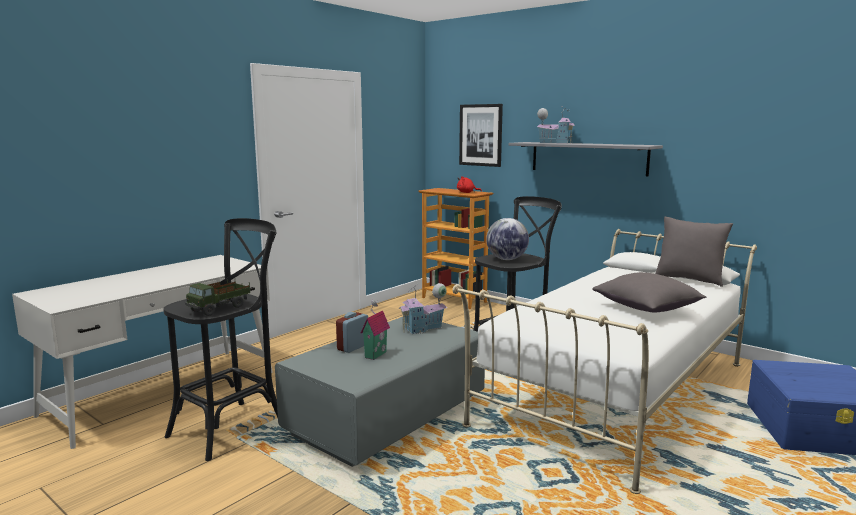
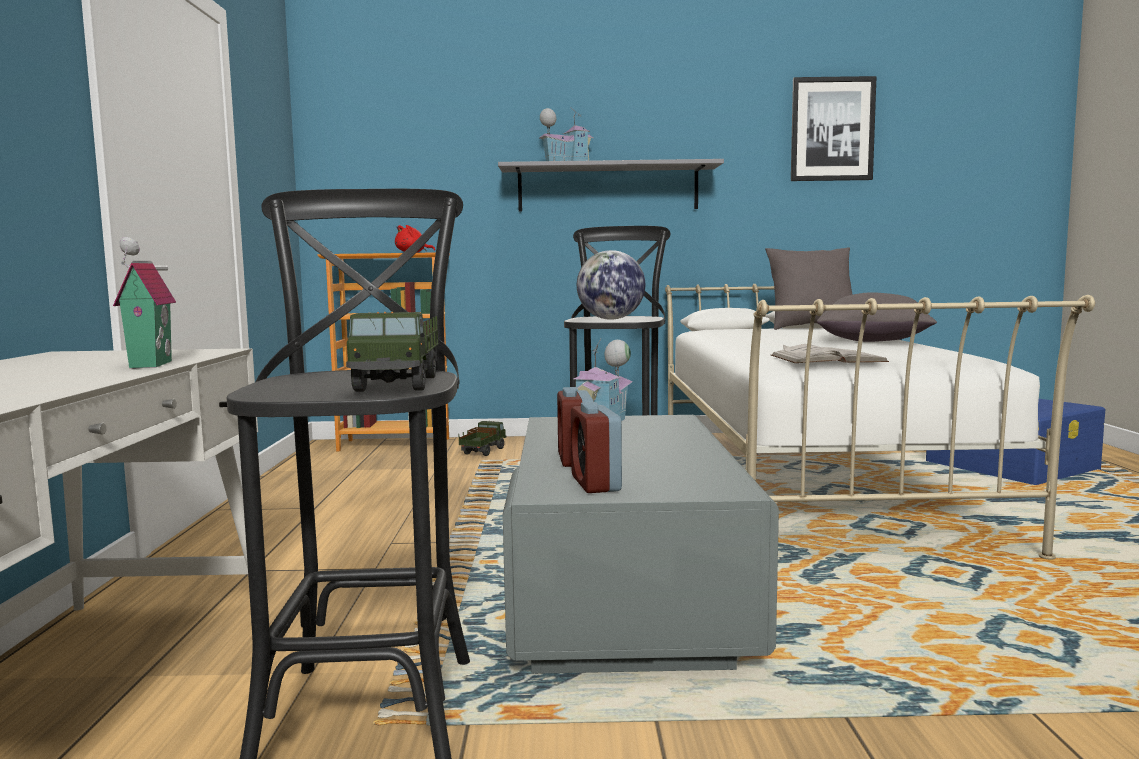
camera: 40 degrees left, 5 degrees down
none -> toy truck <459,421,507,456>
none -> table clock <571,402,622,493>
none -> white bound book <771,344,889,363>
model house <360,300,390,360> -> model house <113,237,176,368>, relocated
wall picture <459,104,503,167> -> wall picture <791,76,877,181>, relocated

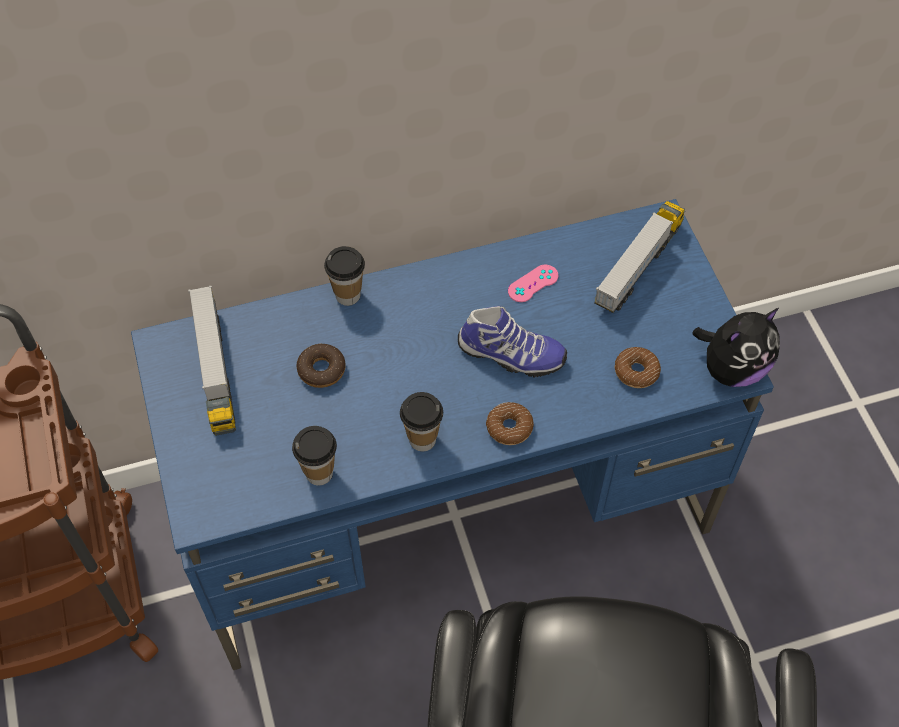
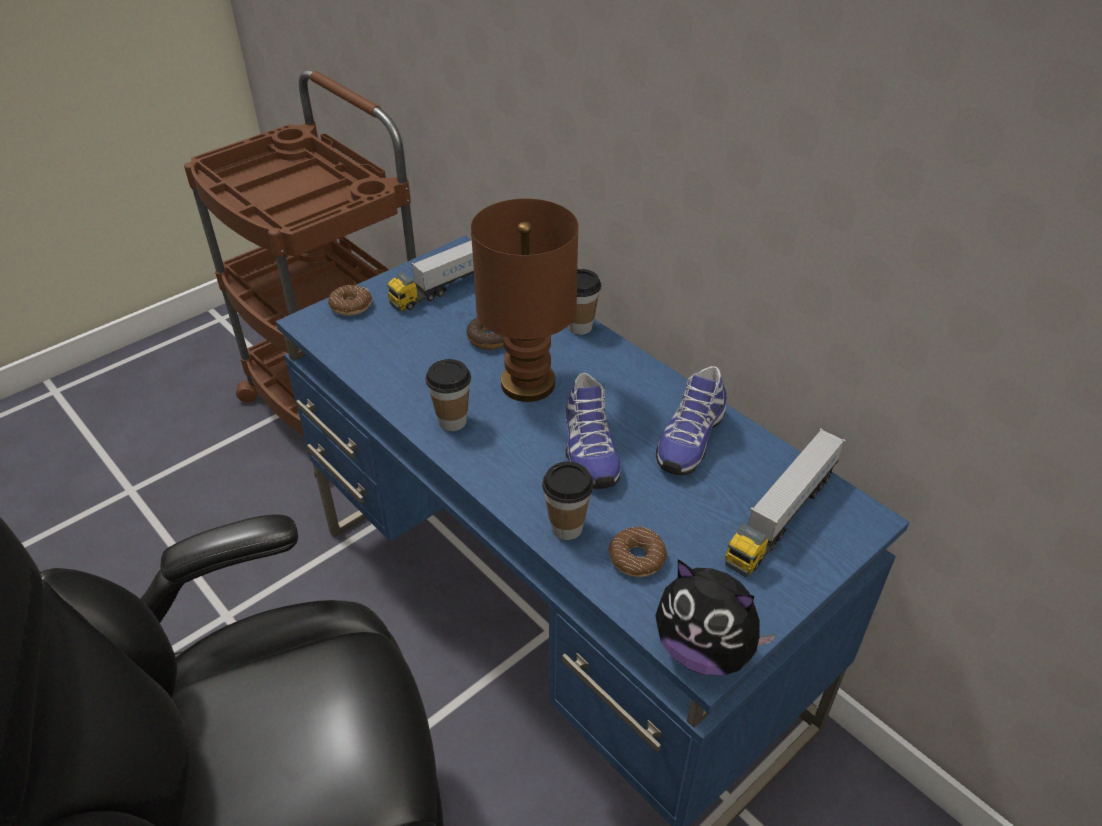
camera: 65 degrees right, 15 degrees down
none -> brownish table lamp <471,199,579,402>
cup <292,426,337,485> -> cup <542,461,594,540>, relocated
doughnut <486,402,534,445> -> doughnut <328,285,372,316>, relocated
pink-coloured game controller <508,265,558,302> -> low shoe <656,366,727,475>
toy truck <594,201,685,313> -> toy truck <725,428,846,577>, 120 degrees clockwise

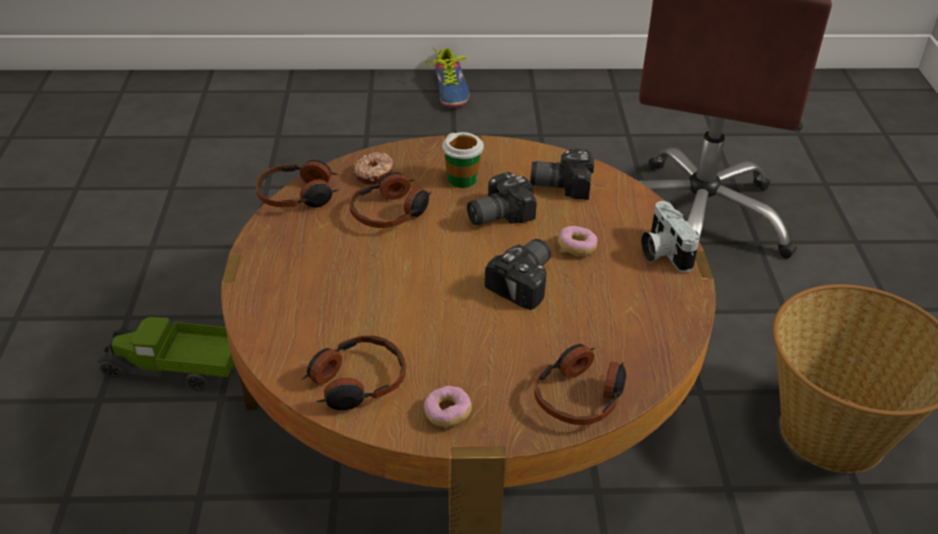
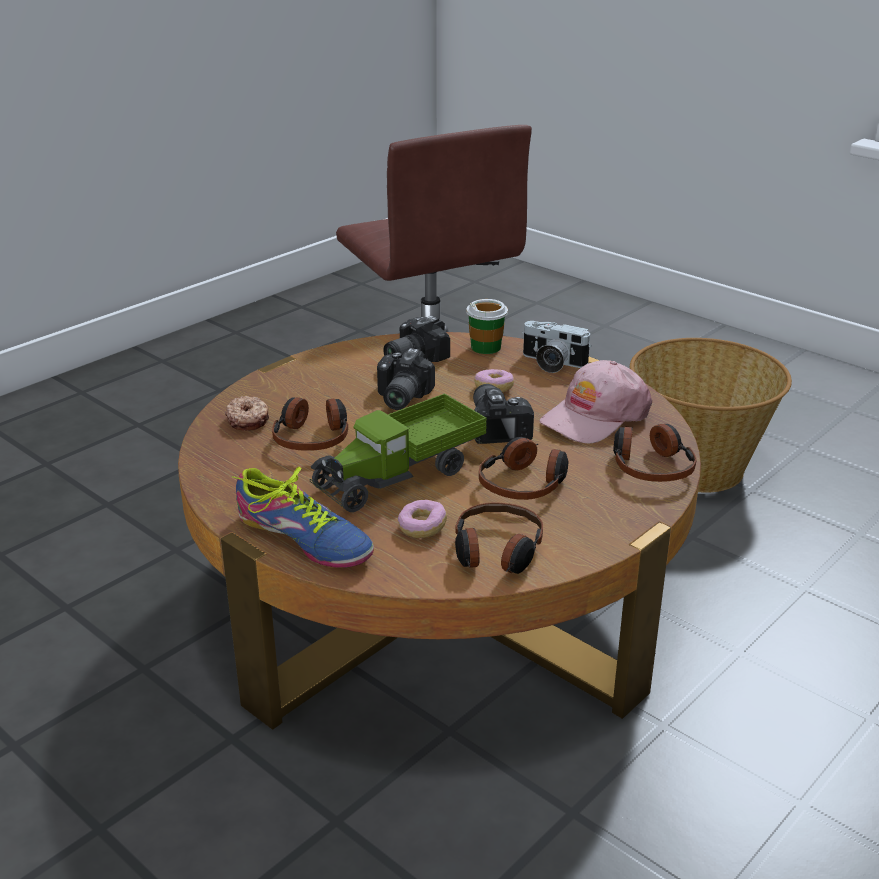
camera: 45 degrees left, 10 degrees down
none -> pink-coloured baseball cap <540,360,652,444>
toy truck <98,317,236,392> -> toy truck <310,393,487,512>, relocated
headset <256,160,339,208> -> headset <479,437,568,500>, relocated
doughnut <424,386,472,427> -> doughnut <398,500,447,538>, relocated
low shoe <425,47,470,108> -> low shoe <232,466,374,568>, relocated
cup <442,132,484,188> -> cup <466,299,508,354>, relocated

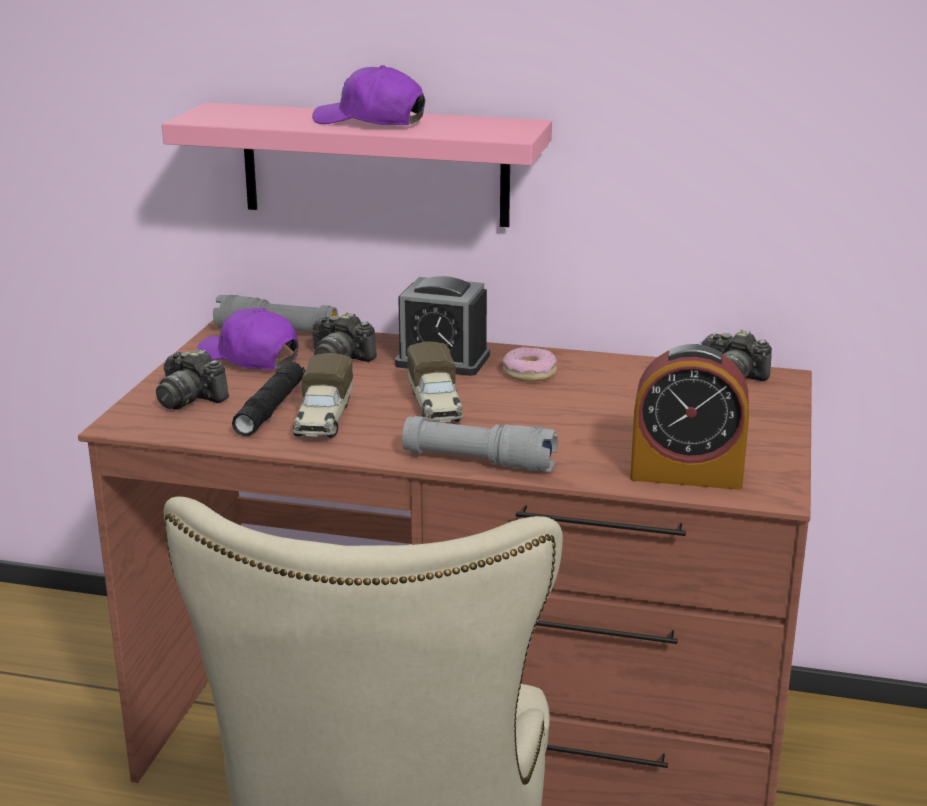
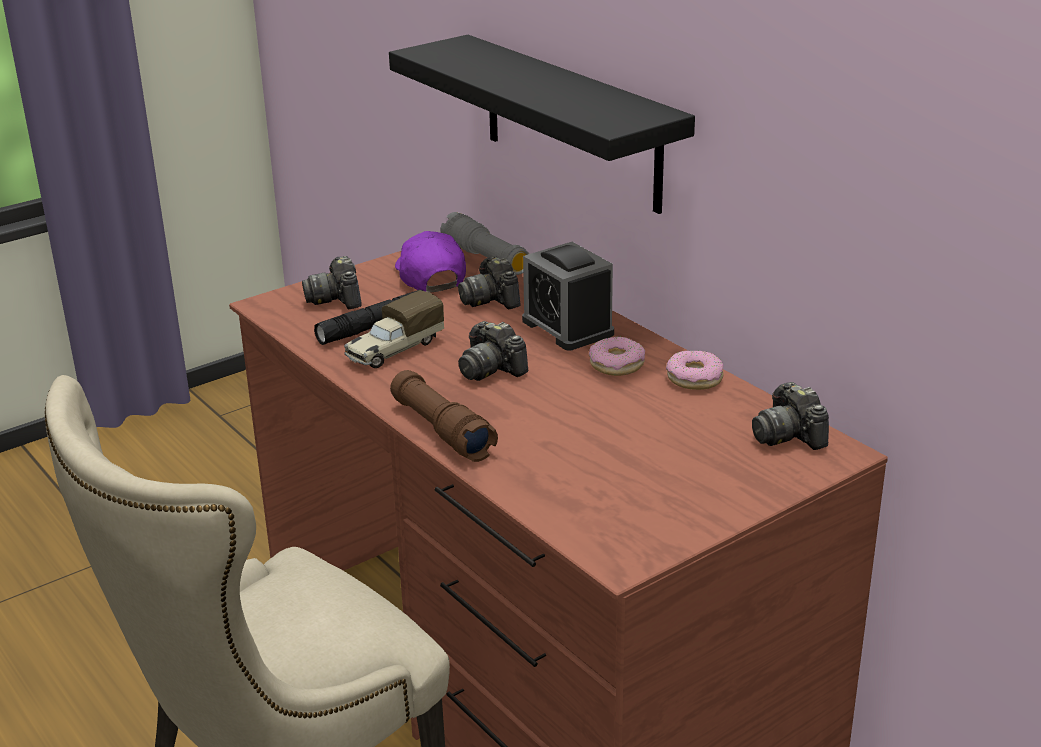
camera: 40 degrees right, 5 degrees up
purple baseball cap <312,65,425,125> -> none
table clock <630,344,749,490> -> none
none -> doughnut <666,350,724,390>
toy truck <407,341,464,422> -> still camera <458,321,528,381>
pink-coloured bracket shelf <162,103,552,227> -> black-coloured bracket shelf <389,35,695,214>
grey torch <402,416,558,472> -> brownish torch <390,370,498,462>

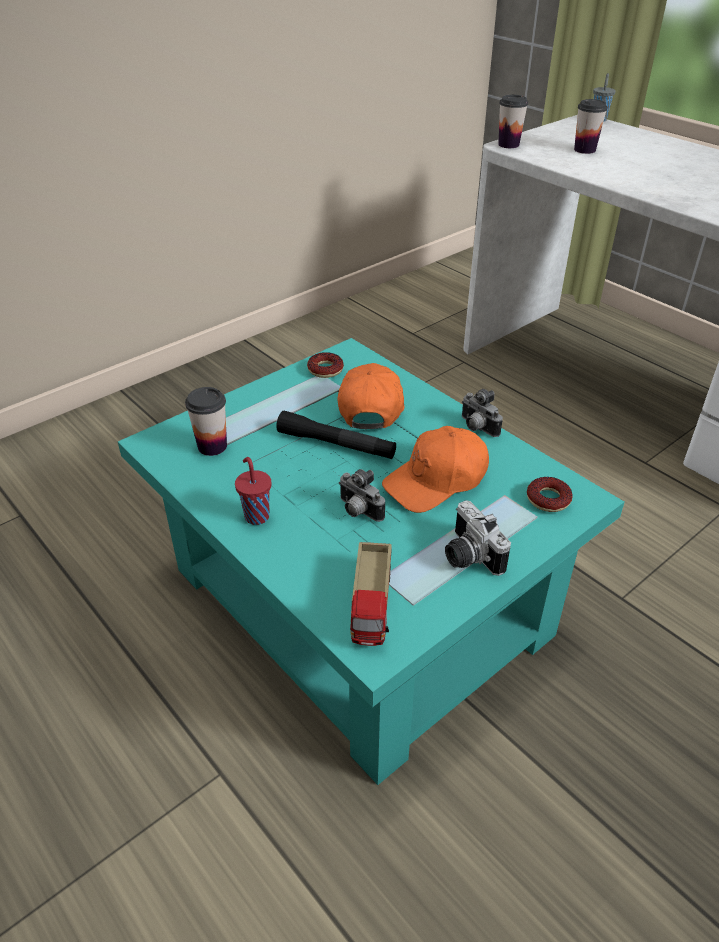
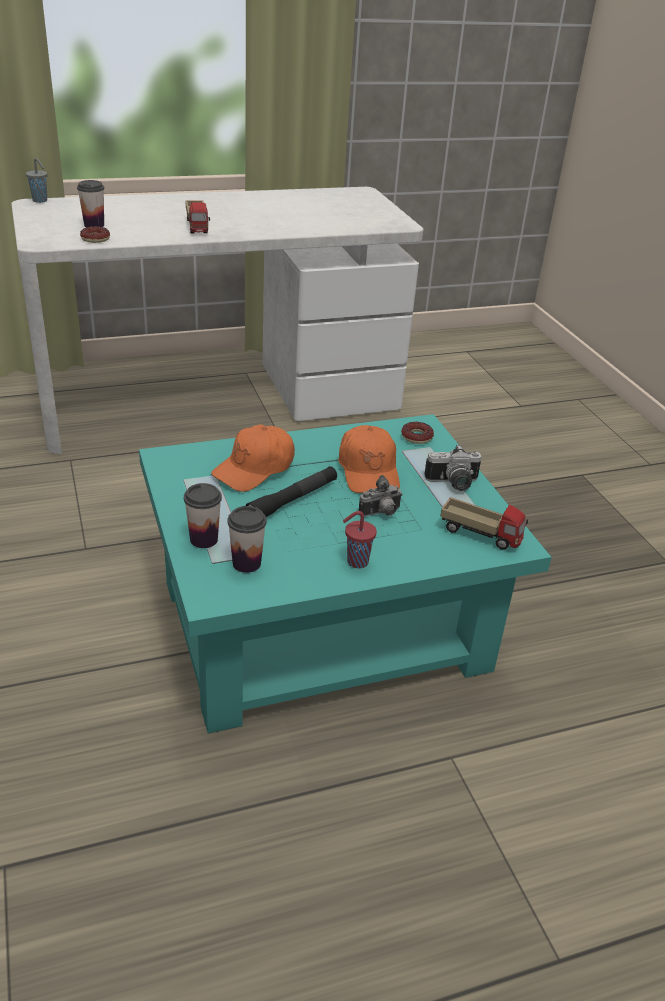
camera: 70 degrees left, 5 degrees down
still camera <462,389,503,437> -> none
none -> toy truck <186,200,210,233>
doughnut <307,352,344,378> -> doughnut <80,226,110,243>, relocated
cup <498,95,528,148> -> cup <184,483,222,548>, relocated
orangey baseball cap <337,363,404,429> -> orangey baseball cap <211,424,295,492>, 75 degrees counterclockwise

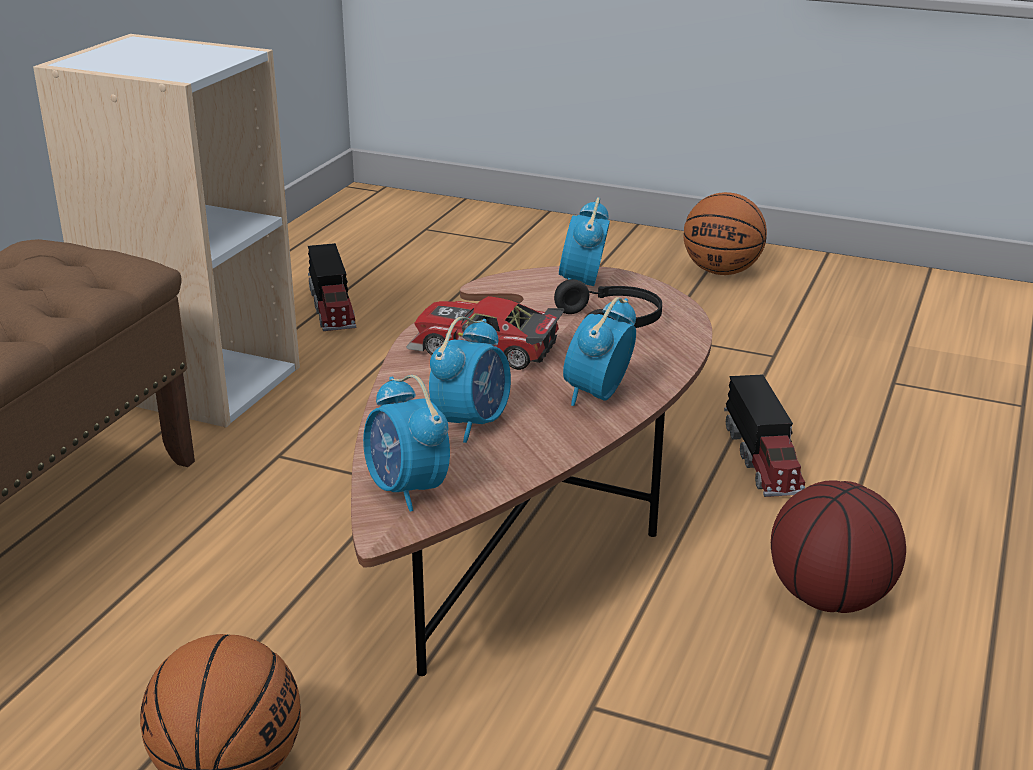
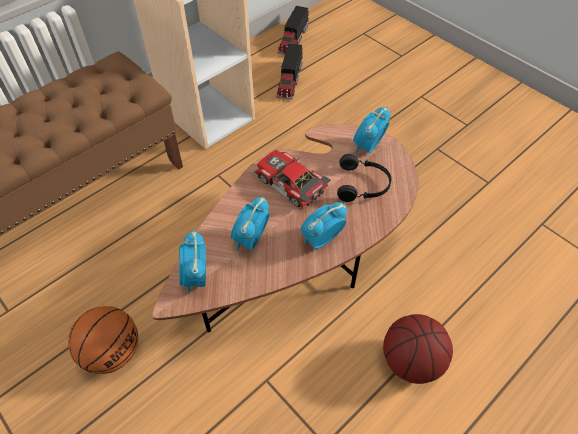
camera: 25 degrees right, 25 degrees up
ball for basketball <684,192,767,275> -> none
toy truck <724,374,805,497> -> toy truck <278,6,309,55>, relocated
table clock <429,317,511,443> -> table clock <231,197,270,250>, 150 degrees clockwise

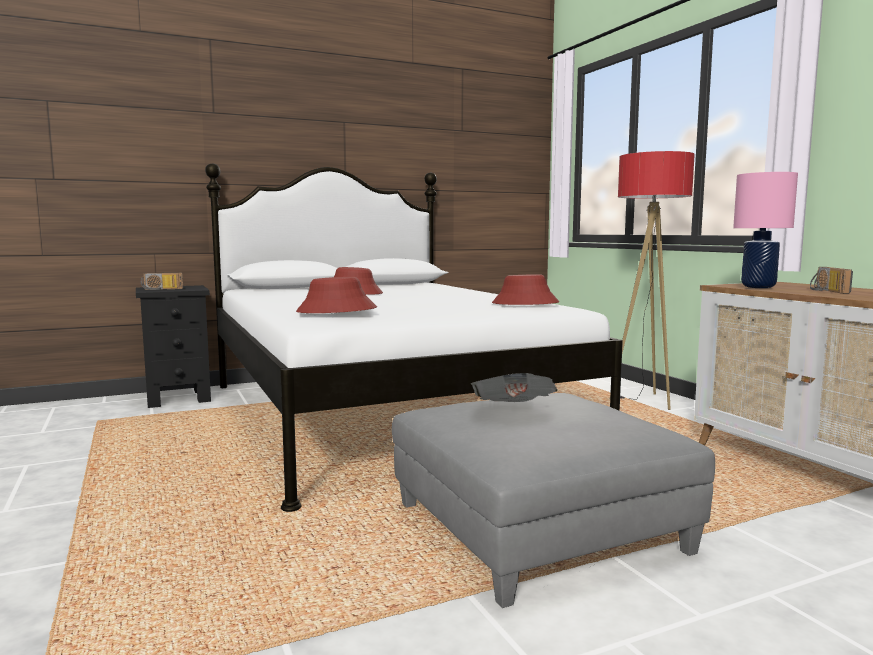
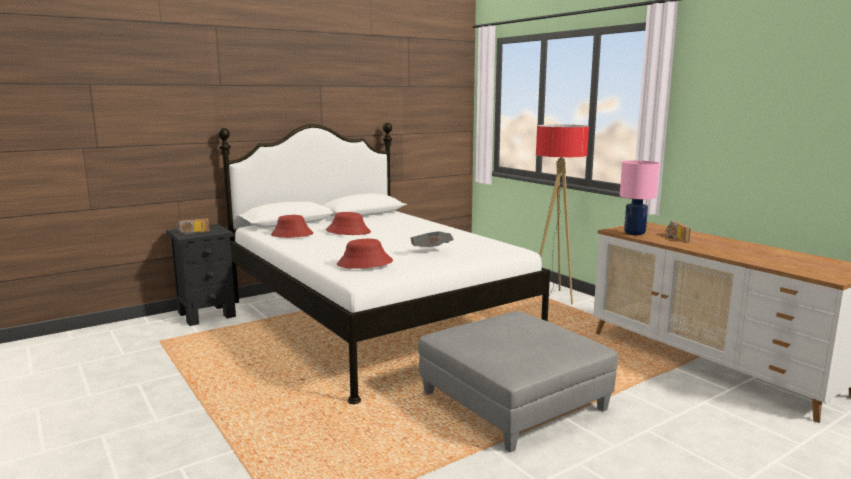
camera: 10 degrees left, 5 degrees up
printed paper <471,373,558,402> -> printed paper <410,232,454,247>, relocated
red clothing hat <492,274,559,305> -> red clothing hat <271,215,313,238>, relocated

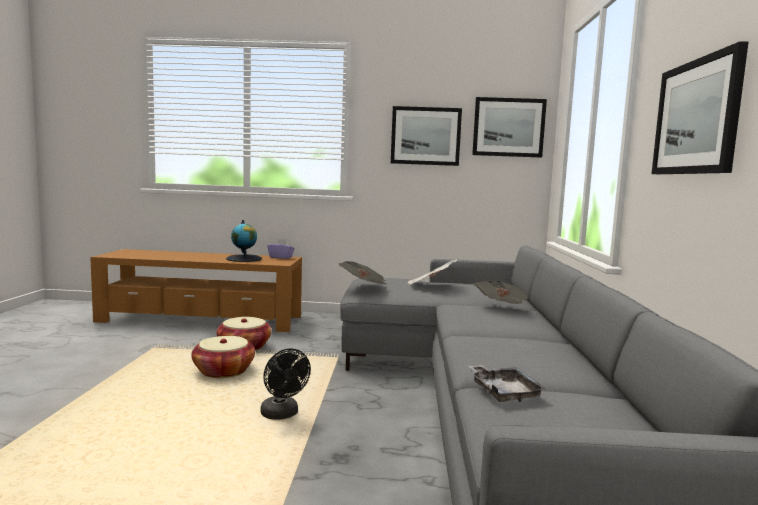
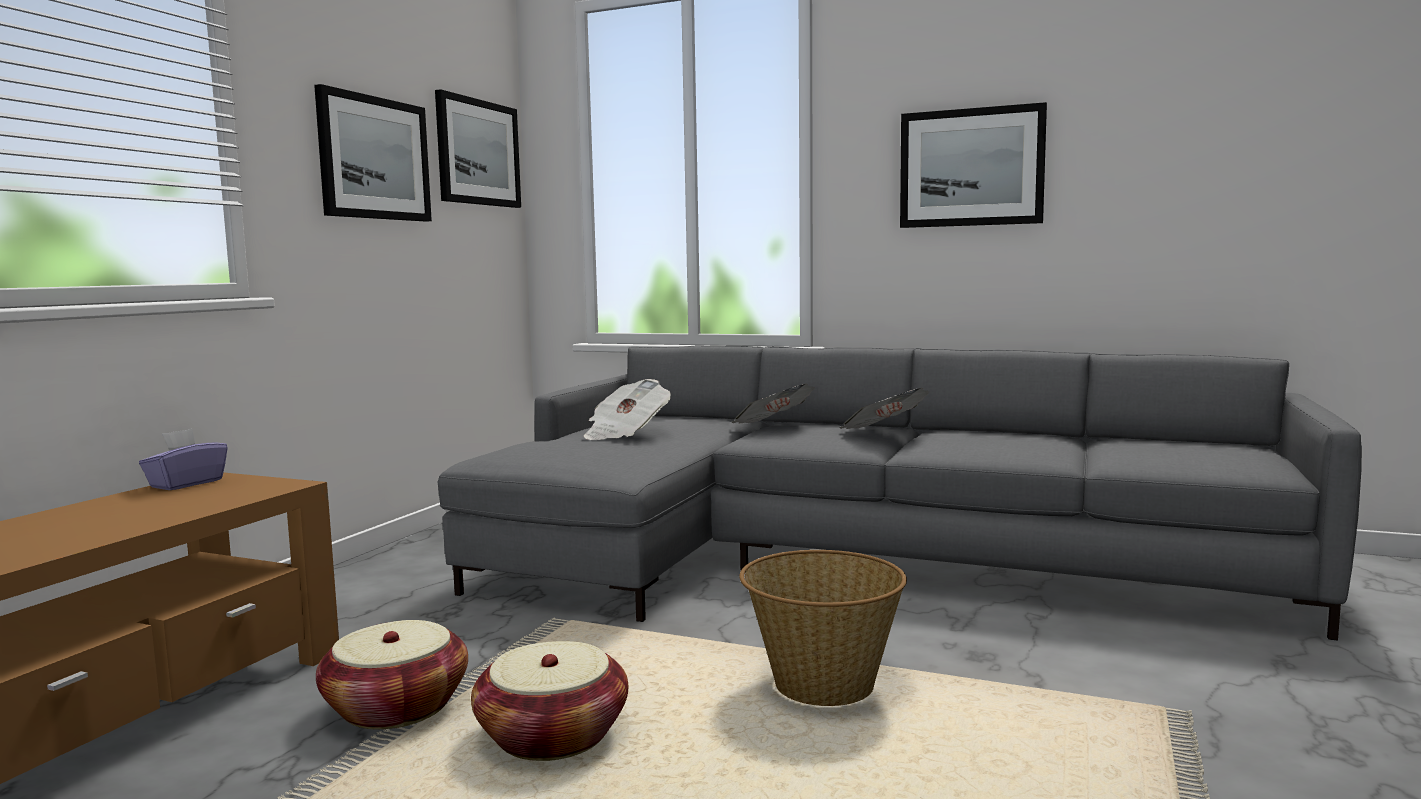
camera: 70 degrees left, 0 degrees up
globe <226,220,262,262> -> none
grey tray <468,365,547,402> -> none
printed paper <338,261,386,284> -> printed paper <839,388,929,429>, relocated
black-coloured fan <261,348,311,420> -> basket <739,550,907,706>

